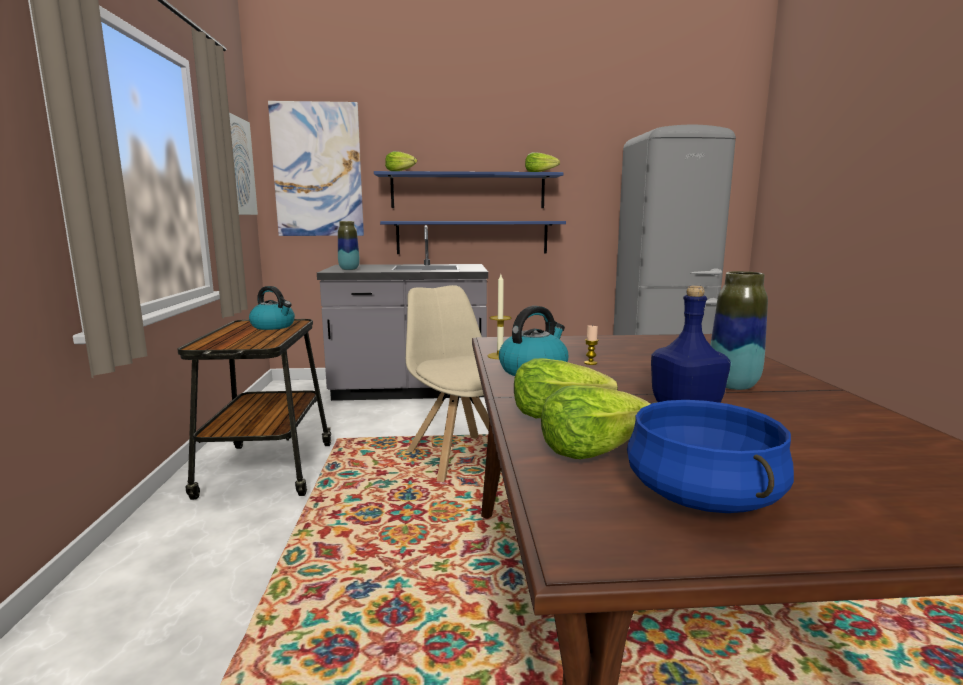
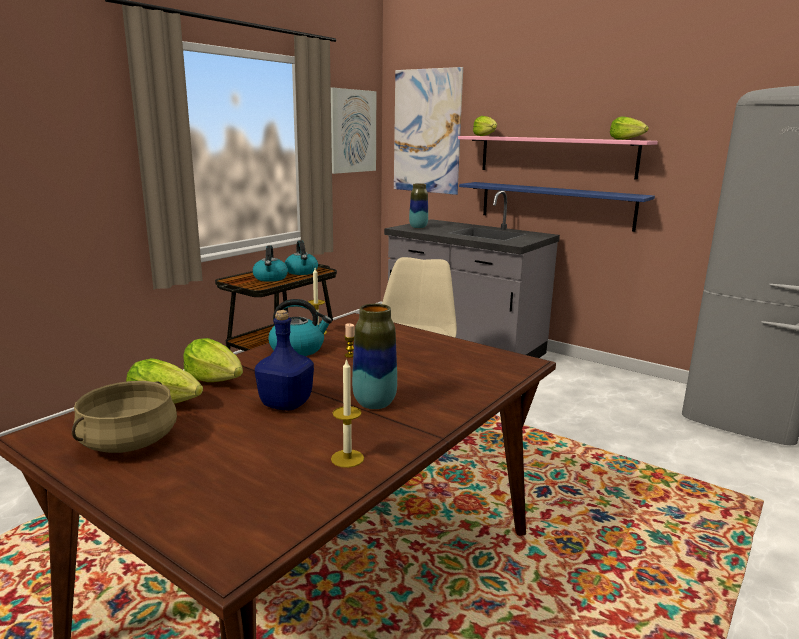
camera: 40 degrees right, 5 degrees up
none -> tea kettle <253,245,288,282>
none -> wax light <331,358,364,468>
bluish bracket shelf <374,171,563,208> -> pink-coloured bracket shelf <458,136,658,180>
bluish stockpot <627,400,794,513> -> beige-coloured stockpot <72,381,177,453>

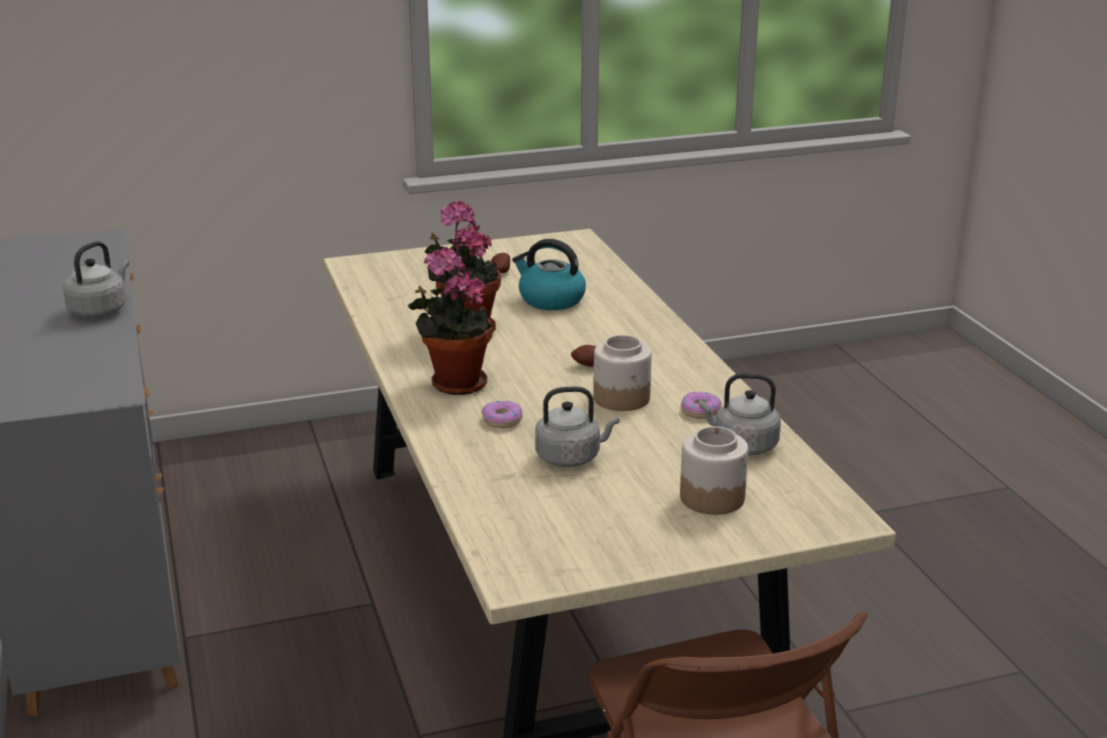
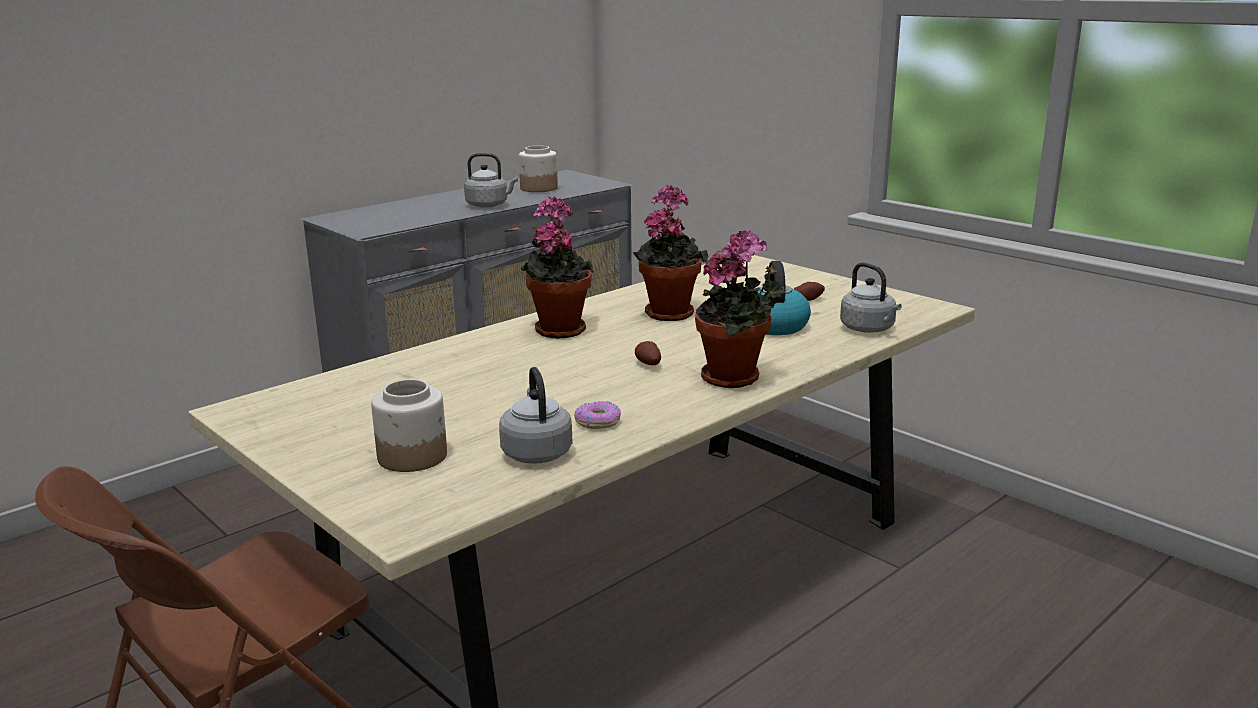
camera: 65 degrees right, 5 degrees down
doughnut <482,401,522,428> -> none
none -> potted plant <695,230,785,388>
grey tea kettle <535,387,620,467> -> grey tea kettle <840,262,901,333>, relocated
preserve jar <593,335,652,411> -> preserve jar <519,146,558,192>, relocated

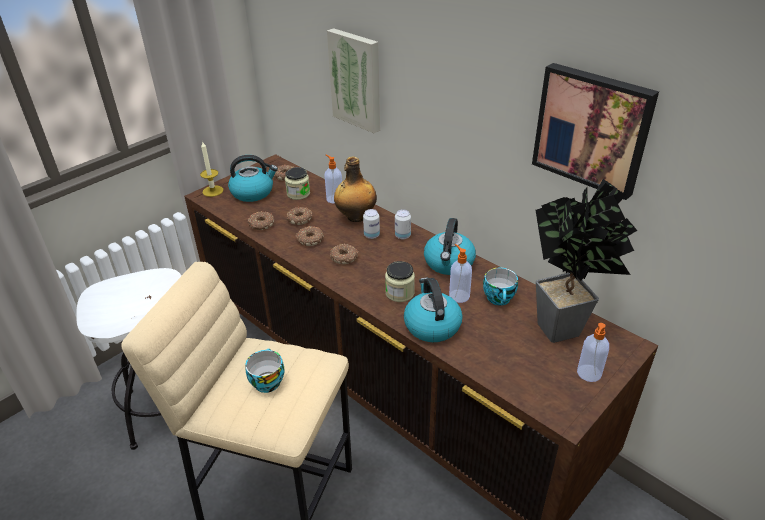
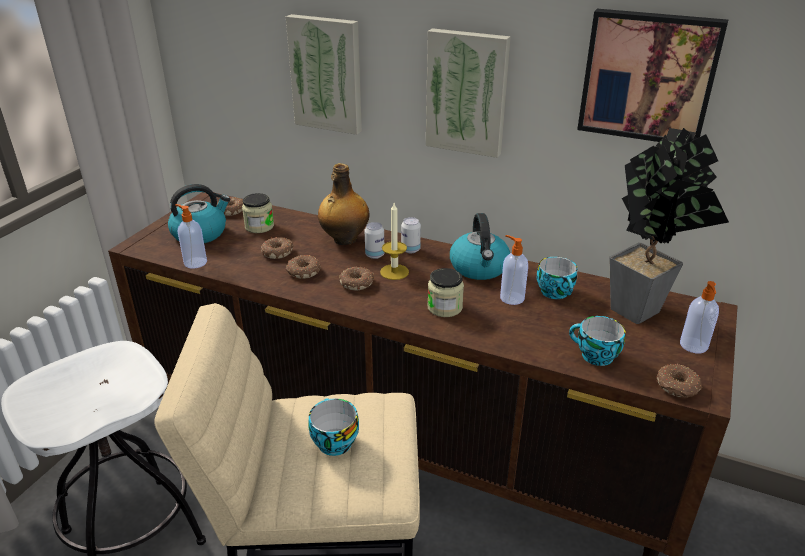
camera: 20 degrees left, 5 degrees down
tea kettle <404,278,463,342> -> none
none -> wall picture <426,28,511,158>
none -> cup <569,316,626,366>
wax light <200,141,223,197> -> wax light <380,203,409,280>, relocated
doughnut <247,212,274,230> -> doughnut <656,364,702,398>, relocated
soap dispenser <325,155,342,204> -> soap dispenser <175,204,207,269>, relocated

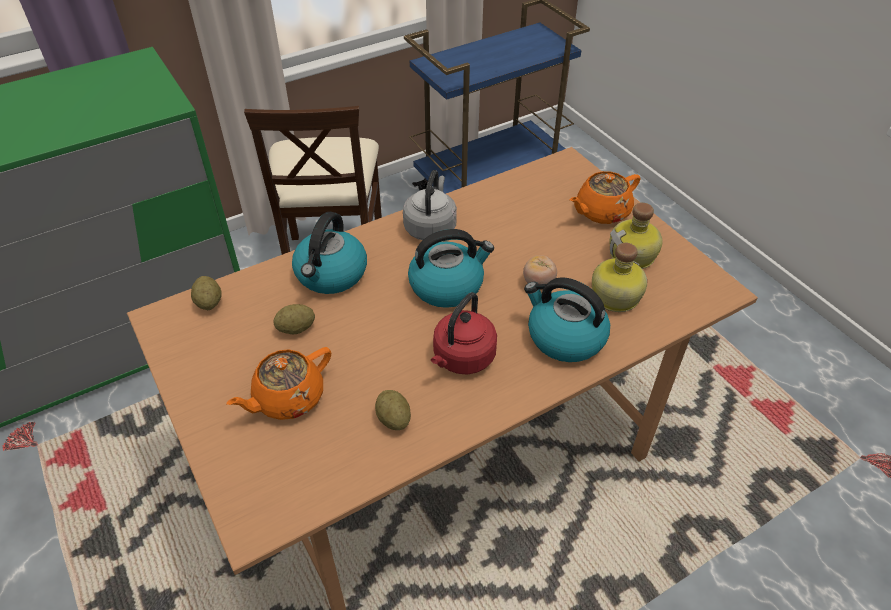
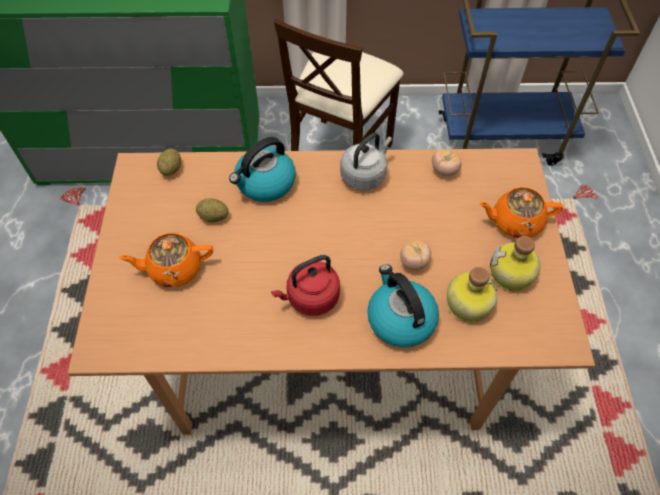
camera: 30 degrees right, 10 degrees up
potato <375,390,411,430> -> none
tea kettle <408,229,494,308> -> none
none -> tomato <432,149,462,176>

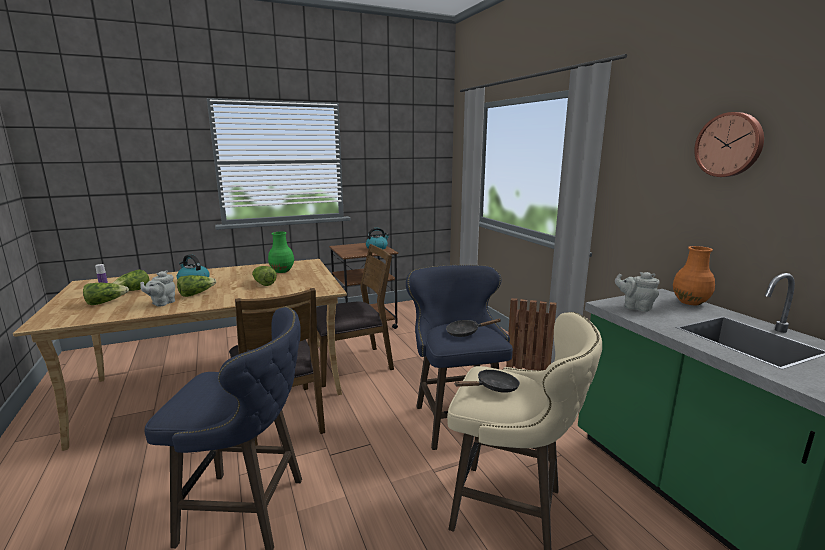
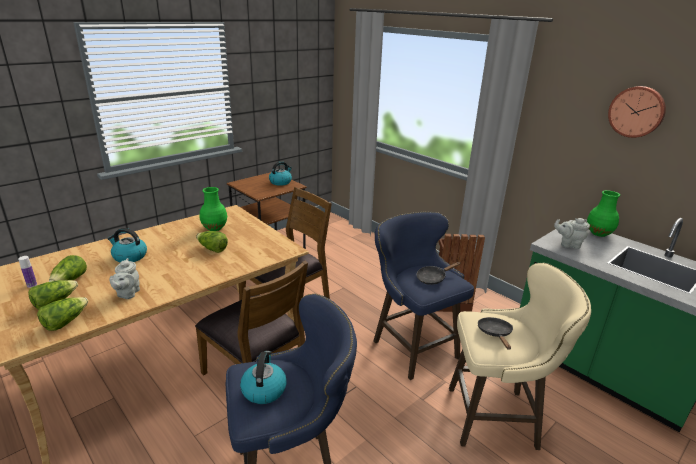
camera: 20 degrees left, 10 degrees up
none -> tea kettle <240,351,287,404>
lettuce head <177,275,216,297> -> lettuce head <37,297,88,331>, relocated
orangey vase <673,246,715,305> -> green vase <587,190,620,237>
black-coloured frying pan <455,369,520,393> -> black-coloured frying pan <478,317,513,350>, 45 degrees counterclockwise

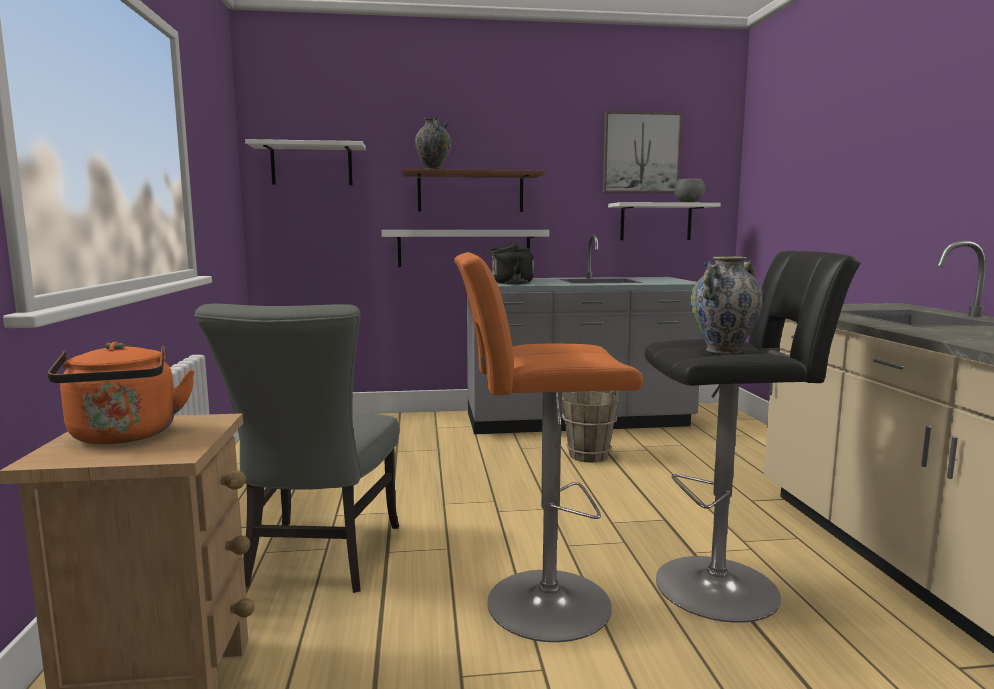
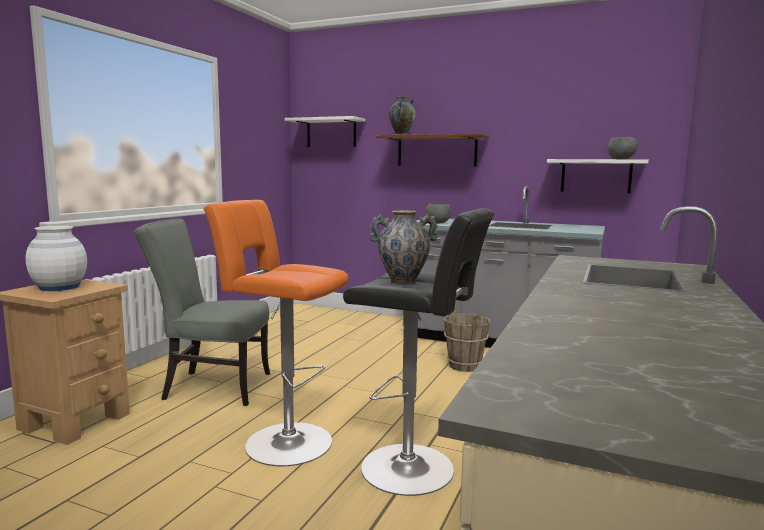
camera: 30 degrees right, 0 degrees up
white bracket shelf <382,230,549,267> -> none
wall picture <603,111,682,193> -> none
orangey tea kettle <47,342,195,444> -> white vase <25,226,87,291>
black-coloured tea kettle <487,242,534,284> -> grey bowl <425,203,451,223>
grey chair <194,304,399,593> -> grey chair <134,218,270,406>, 60 degrees clockwise

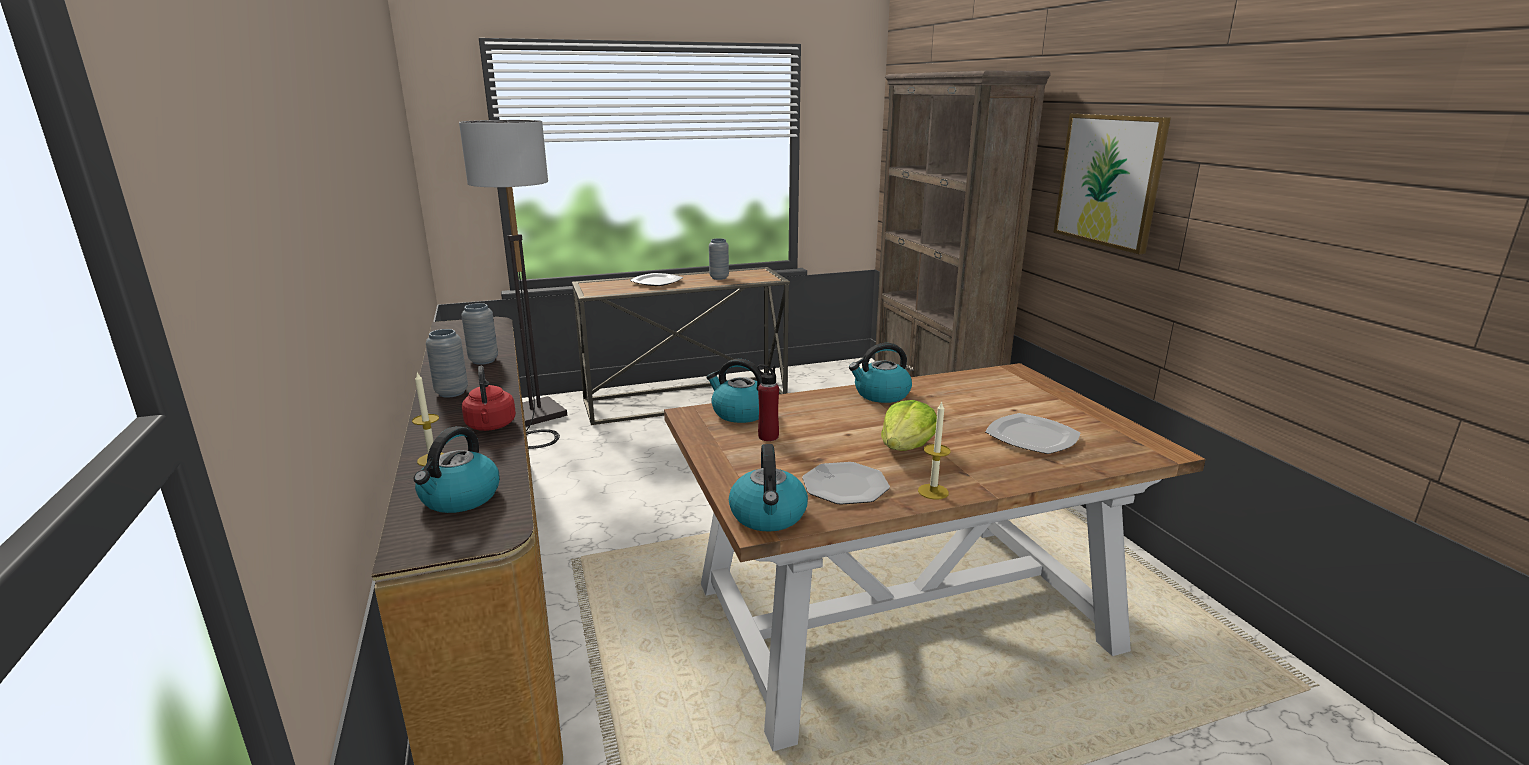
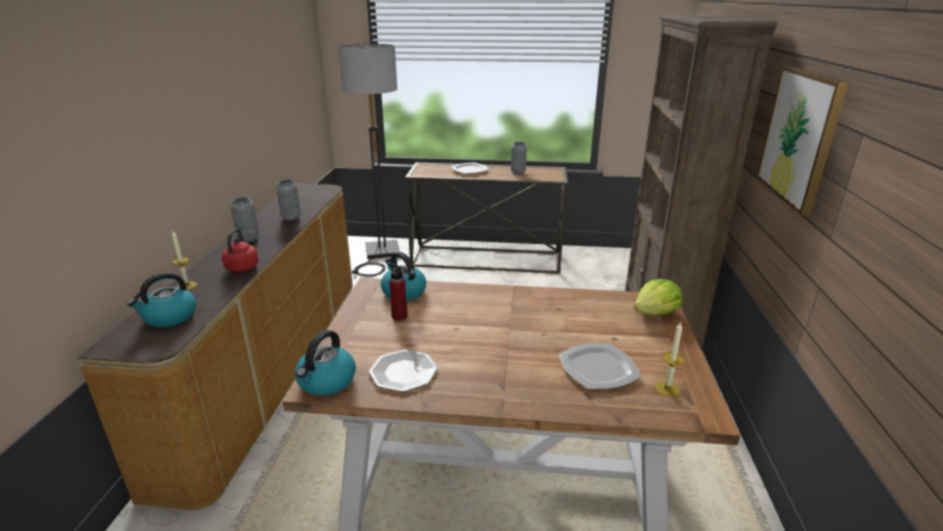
camera: 25 degrees right, 5 degrees up
tea kettle <849,343,912,403> -> none
lettuce head <881,400,937,451> -> lettuce head <634,279,682,315>, relocated
wax light <918,401,951,500> -> wax light <655,322,685,397>, relocated

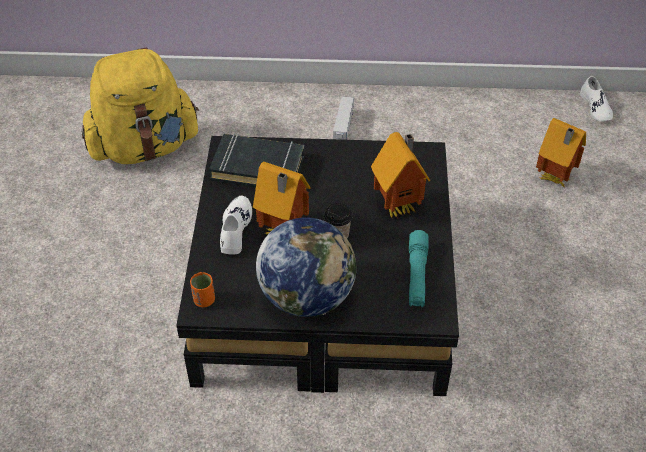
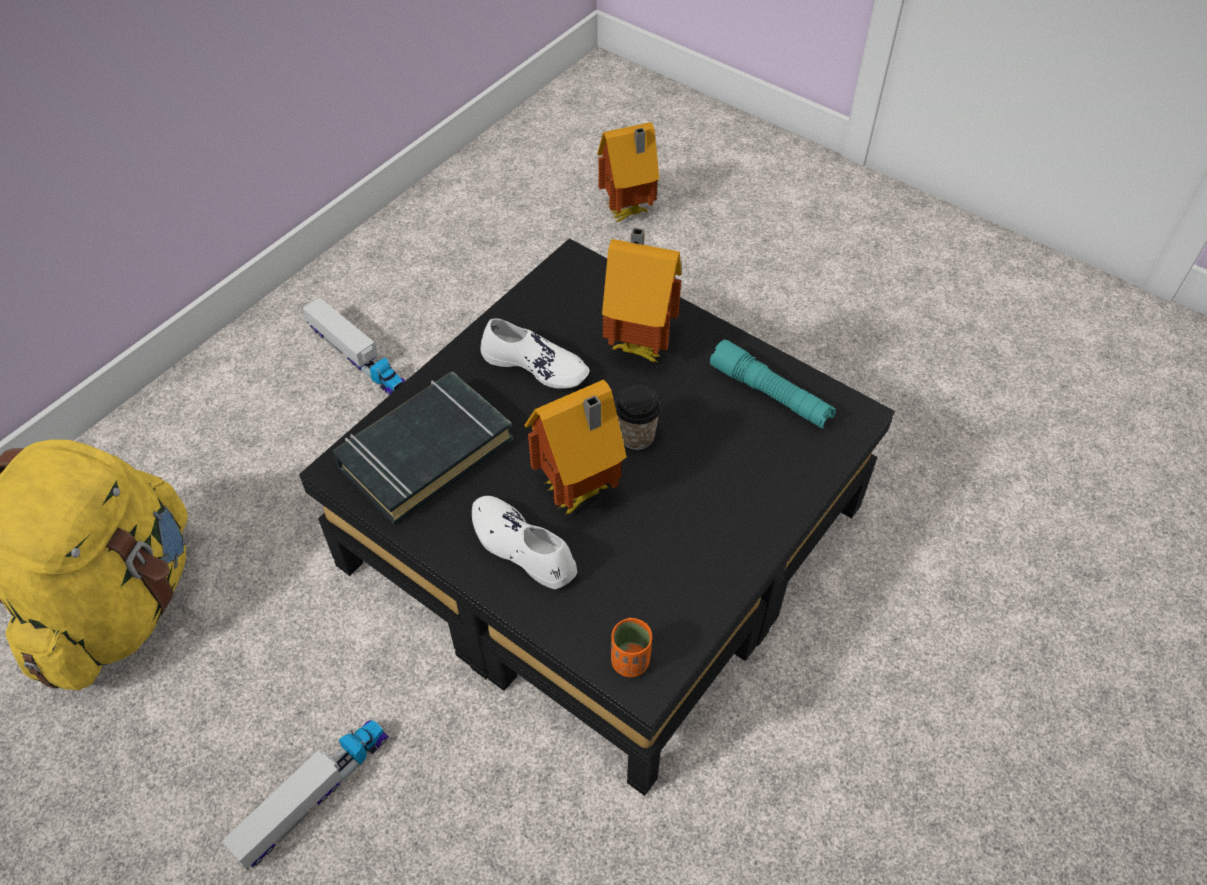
camera: 55 degrees left, 5 degrees up
globe <256,217,356,317> -> none
none -> toy truck <221,720,389,870>
white low shoe <580,76,613,122> -> white low shoe <480,318,589,389>, relocated

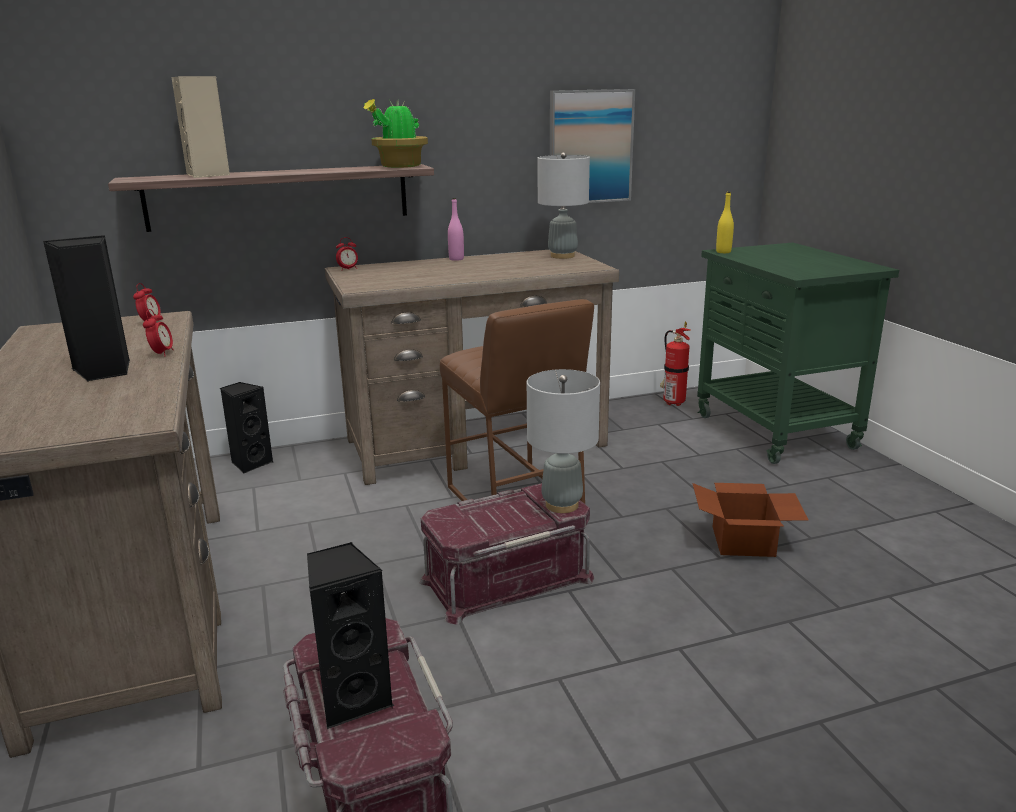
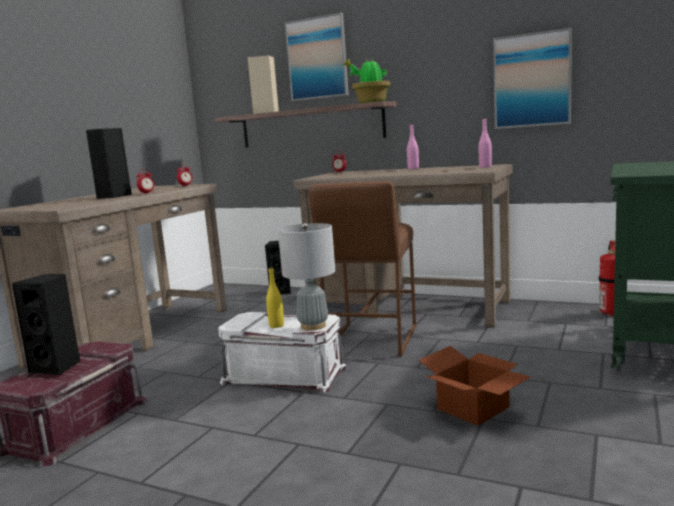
camera: 45 degrees right, 10 degrees down
none -> wall picture <285,13,349,101>
yellow bottle <716,191,734,253> -> yellow bottle <266,267,284,328>, relocated
grey table lamp <538,152,590,259> -> pink-coloured bottle <479,118,492,168>
red storage box <420,483,594,624> -> white storage box <218,312,348,393>

